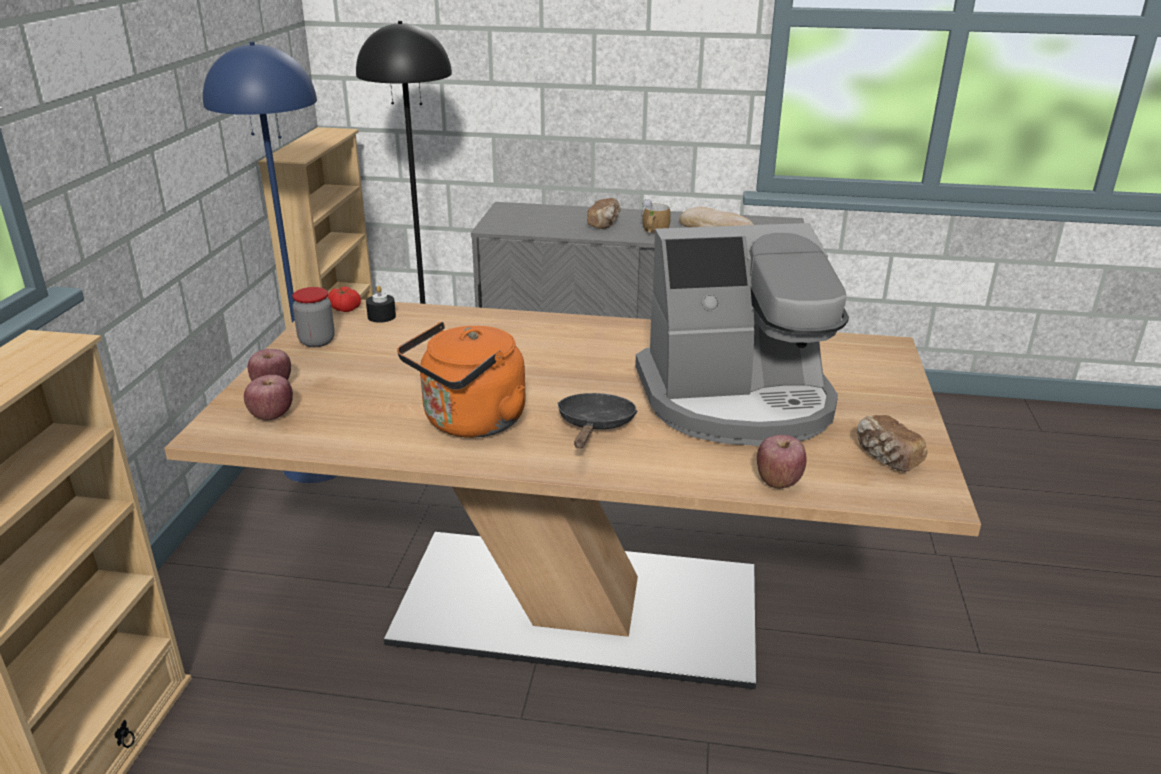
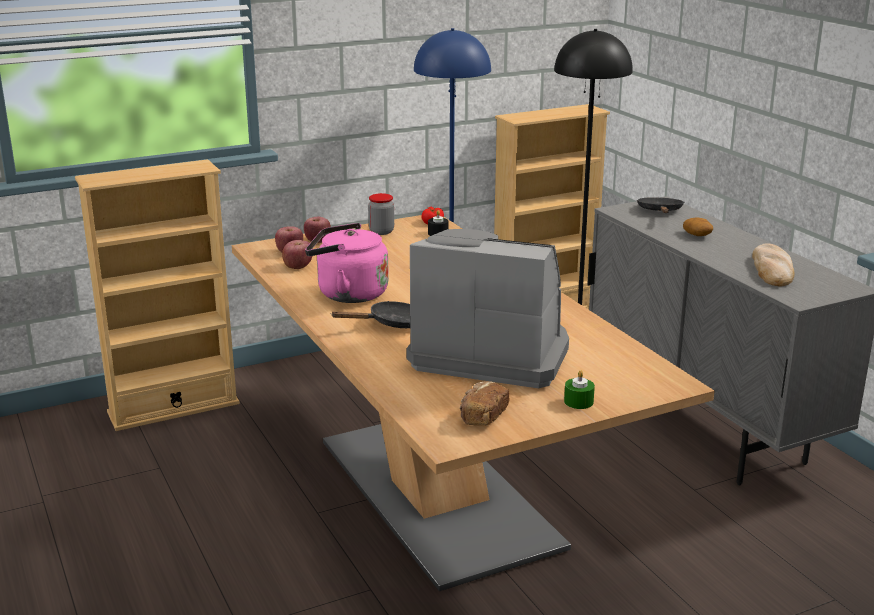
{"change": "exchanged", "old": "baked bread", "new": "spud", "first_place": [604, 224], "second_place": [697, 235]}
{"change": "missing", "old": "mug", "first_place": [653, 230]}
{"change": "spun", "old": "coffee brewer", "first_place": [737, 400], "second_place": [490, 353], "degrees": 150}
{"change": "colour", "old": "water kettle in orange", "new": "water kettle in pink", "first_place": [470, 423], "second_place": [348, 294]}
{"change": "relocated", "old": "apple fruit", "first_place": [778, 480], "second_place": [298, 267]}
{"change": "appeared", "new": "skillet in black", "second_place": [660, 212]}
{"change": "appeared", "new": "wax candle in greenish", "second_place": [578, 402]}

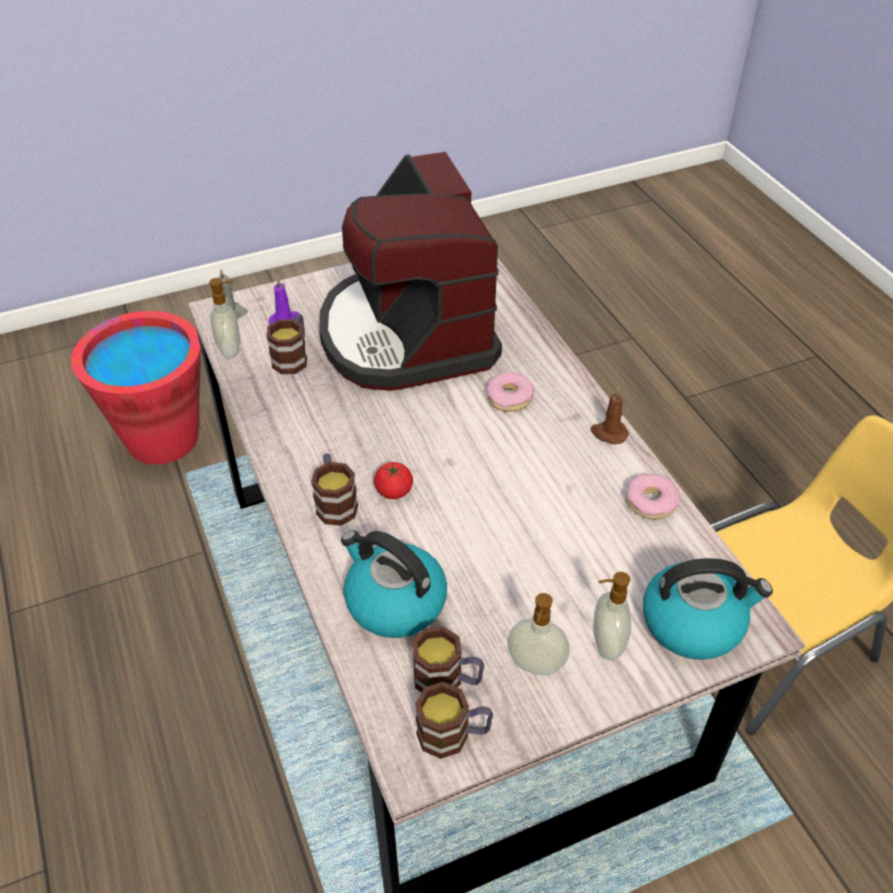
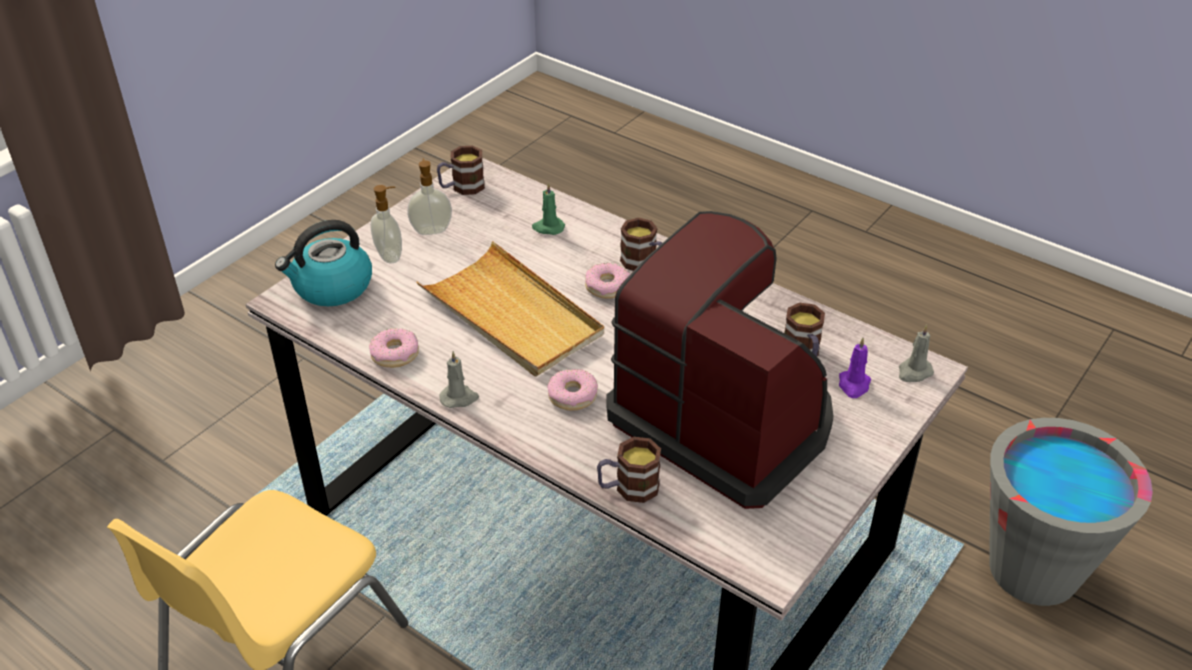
{"change": "missing", "old": "liquid soap bottle", "first_place": [231, 349]}
{"change": "colour", "old": "pail in red-coloured", "new": "pail in grey", "first_place": [162, 439], "second_place": [1033, 570]}
{"change": "colour", "old": "wax candle in brown-coloured", "new": "wax candle in grey", "first_place": [608, 433], "second_place": [459, 398]}
{"change": "exchanged", "old": "fresh tomato", "new": "donut", "first_place": [394, 491], "second_place": [607, 286]}
{"change": "exchanged", "old": "water kettle", "new": "wax candle in greenish", "first_place": [394, 602], "second_place": [548, 228]}
{"change": "relocated", "old": "mug", "first_place": [448, 680], "second_place": [628, 488]}
{"change": "appeared", "new": "serving tray in sand-coloured", "second_place": [512, 315]}

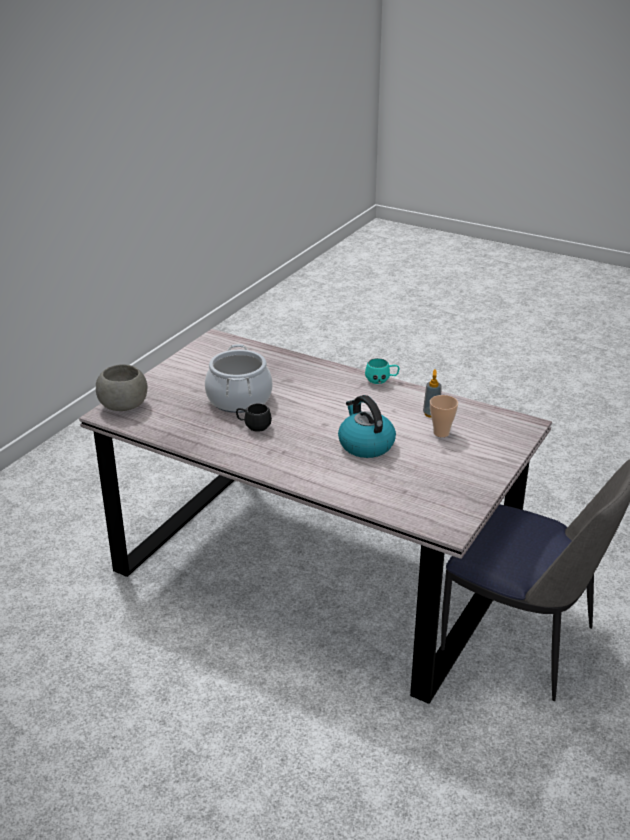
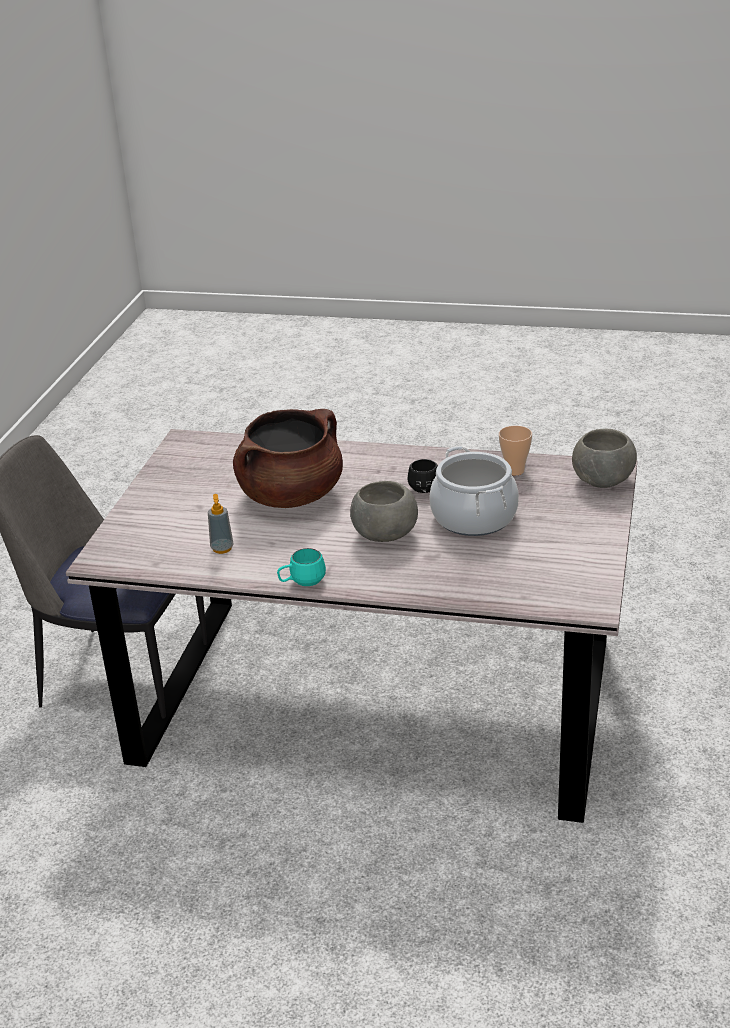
{"change": "exchanged", "old": "water kettle", "new": "stockpot in brown-coloured", "first_place": [365, 445], "second_place": [291, 495]}
{"change": "relocated", "old": "cup", "first_place": [441, 433], "second_place": [515, 470]}
{"change": "appeared", "new": "deep dish in grey", "second_place": [385, 535]}

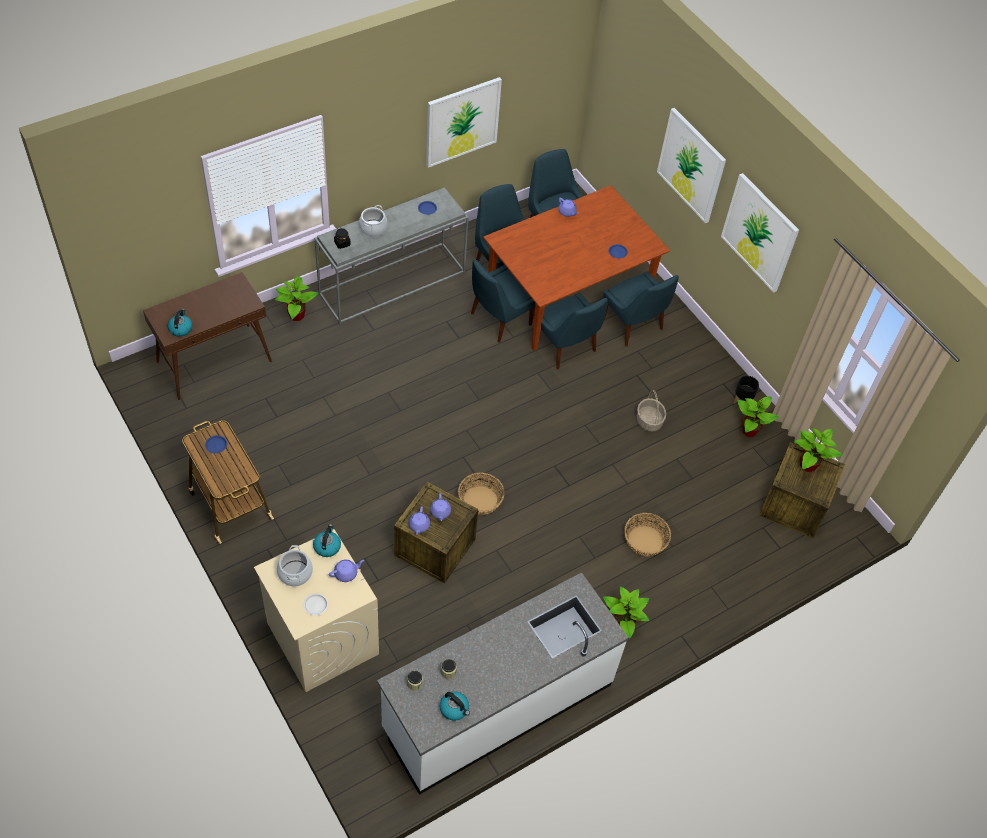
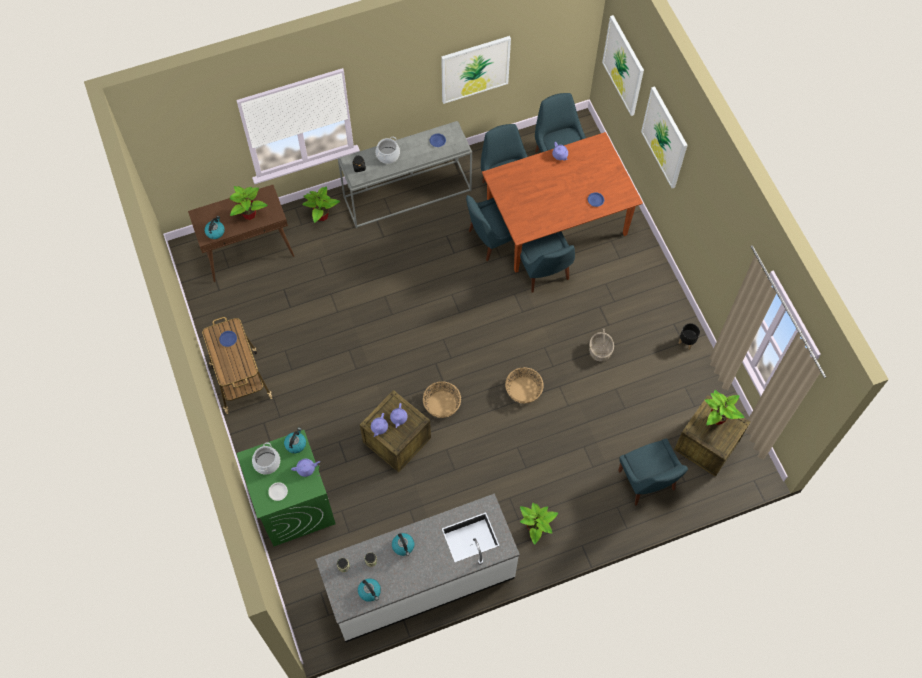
{"change": "relocated", "old": "picture", "first_place": [760, 232], "second_place": [623, 65]}
{"change": "relocated", "old": "chair in blue-coloured", "first_place": [633, 325], "second_place": [647, 482]}
{"change": "relocated", "old": "potted plant", "first_place": [749, 430], "second_place": [249, 214]}
{"change": "relocated", "old": "storage basket", "first_place": [645, 541], "second_place": [523, 390]}
{"change": "colour", "old": "laundry machine in sand-coloured", "new": "laundry machine in greenish", "first_place": [322, 638], "second_place": [293, 504]}
{"change": "appeared", "new": "water kettle", "second_place": [403, 546]}

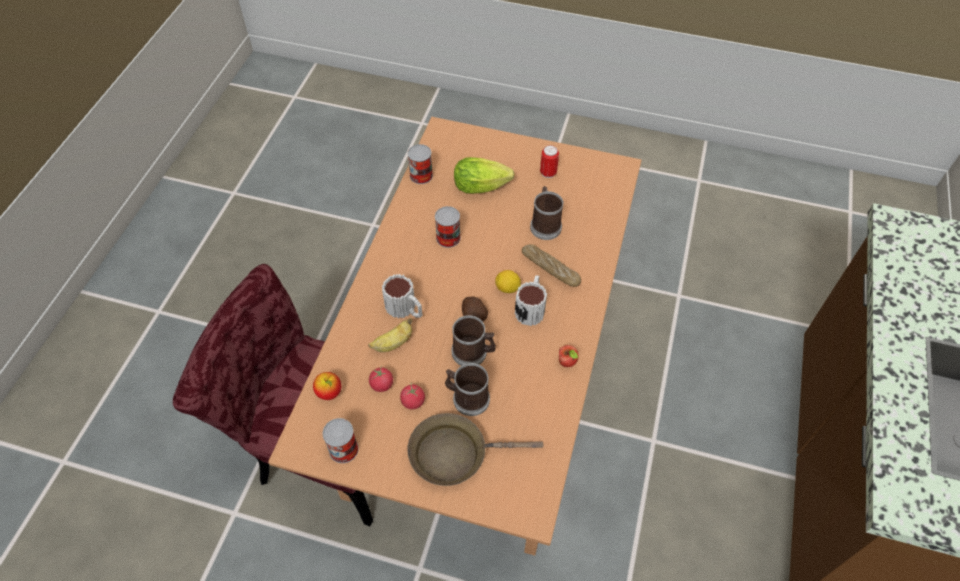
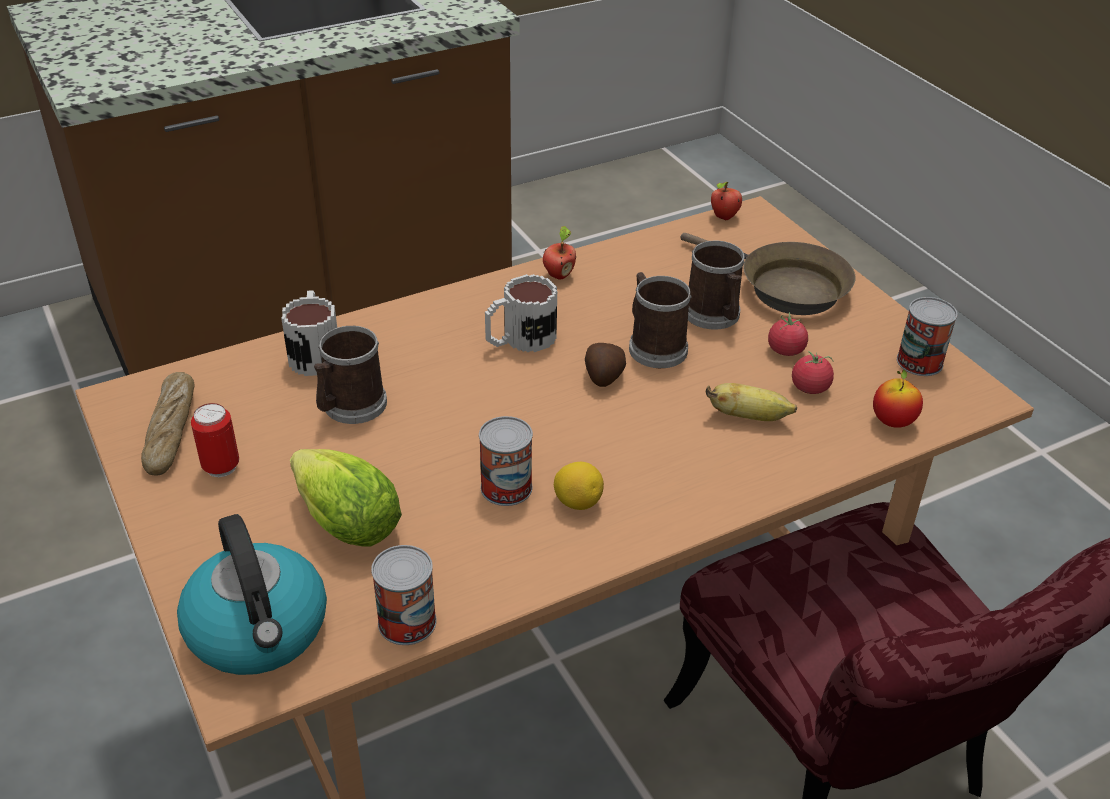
{"change": "relocated", "old": "baked bread", "first_place": [550, 269], "second_place": [171, 431]}
{"change": "relocated", "old": "citrus fruit", "first_place": [507, 288], "second_place": [577, 502]}
{"change": "relocated", "old": "mug", "first_place": [405, 309], "second_place": [315, 352]}
{"change": "appeared", "new": "apple fruit", "second_place": [724, 217]}
{"change": "appeared", "new": "water kettle", "second_place": [259, 631]}

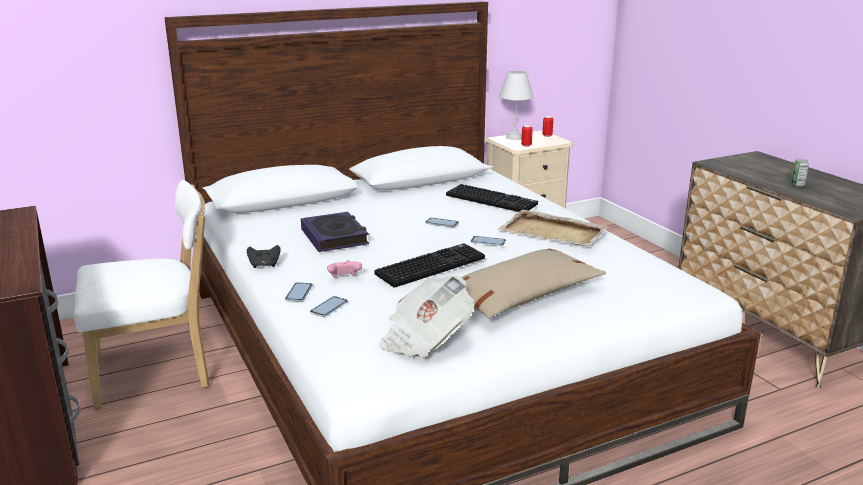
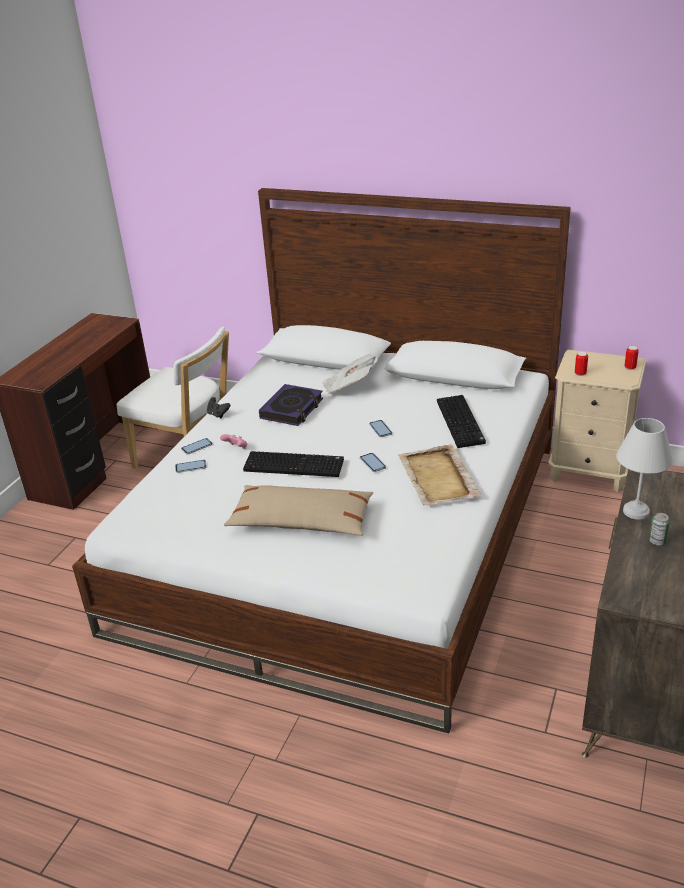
{"change": "relocated", "old": "lamp for a table in whitish", "first_place": [514, 138], "second_place": [635, 512]}
{"change": "relocated", "old": "daily paper", "first_place": [425, 338], "second_place": [349, 387]}

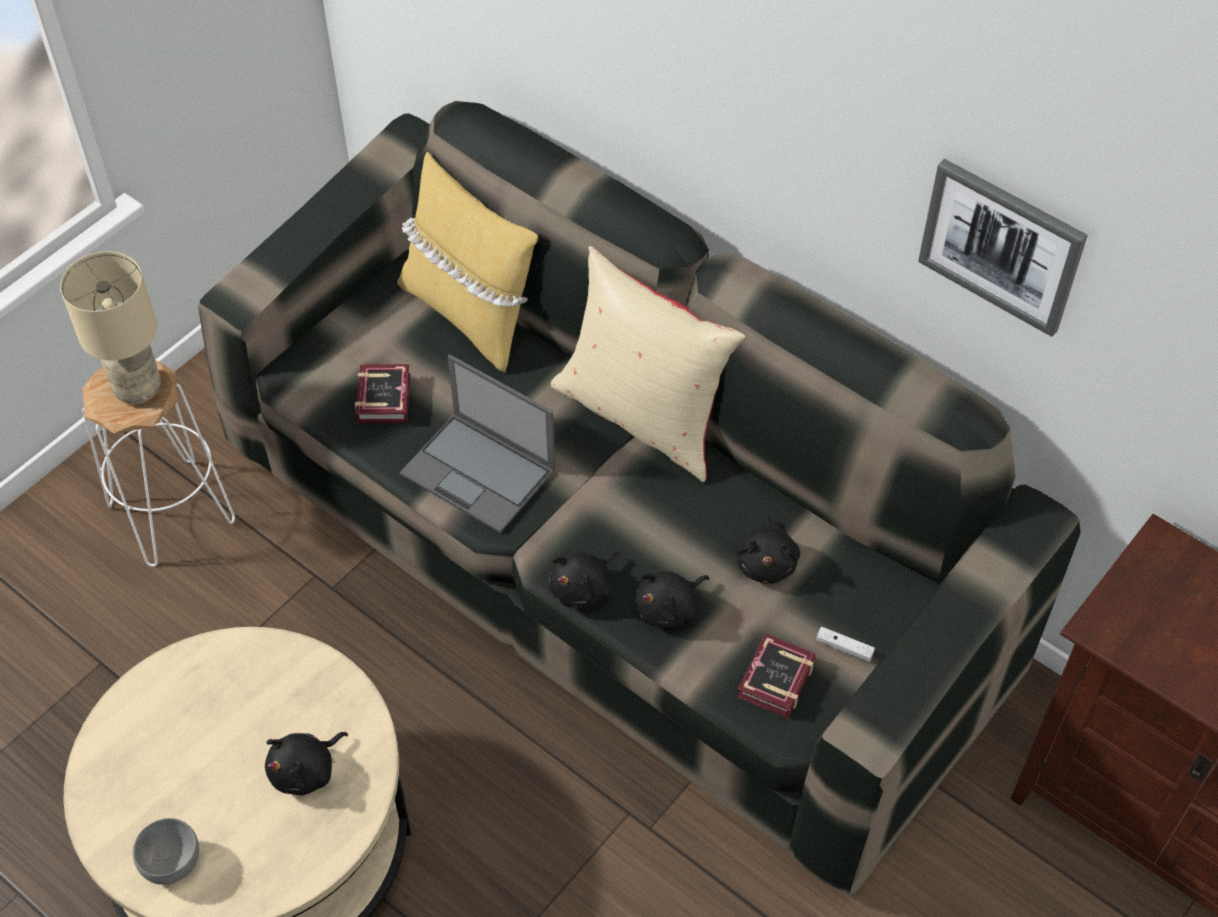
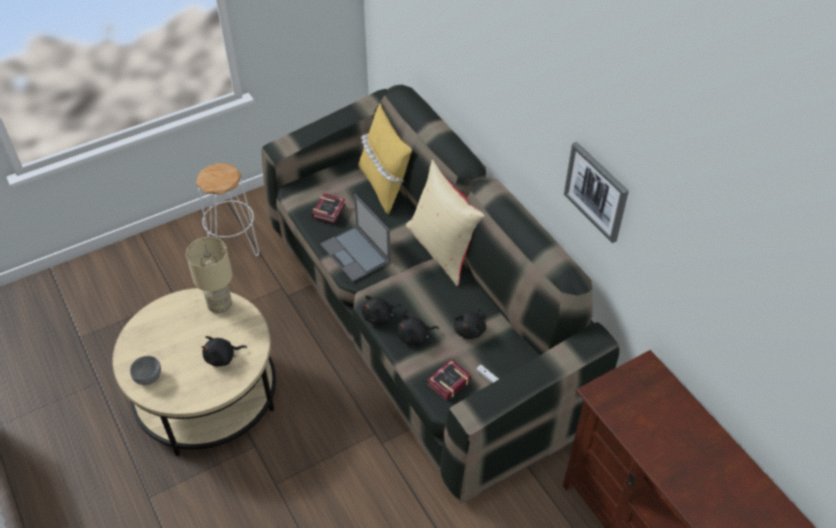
{"change": "relocated", "old": "lamp for a table in sand-coloured", "first_place": [139, 389], "second_place": [220, 306]}

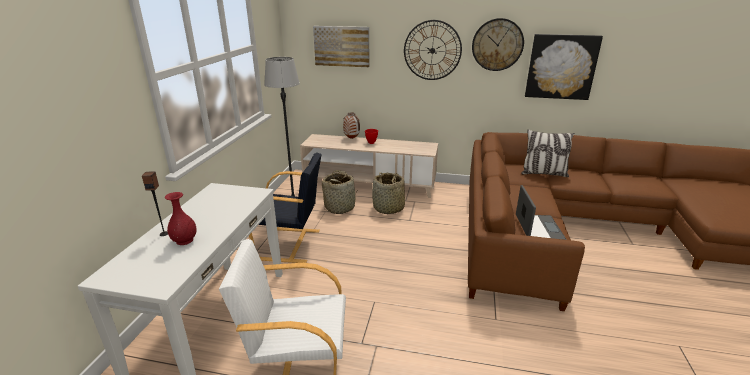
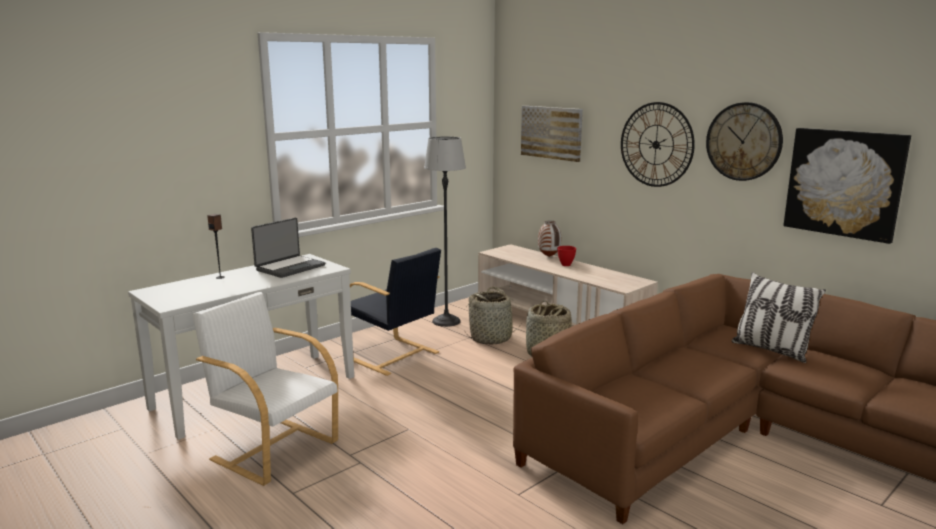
{"change": "relocated", "old": "portable computer", "first_place": [538, 229], "second_place": [289, 267]}
{"change": "missing", "old": "flower vase in red-coloured", "first_place": [185, 240]}

